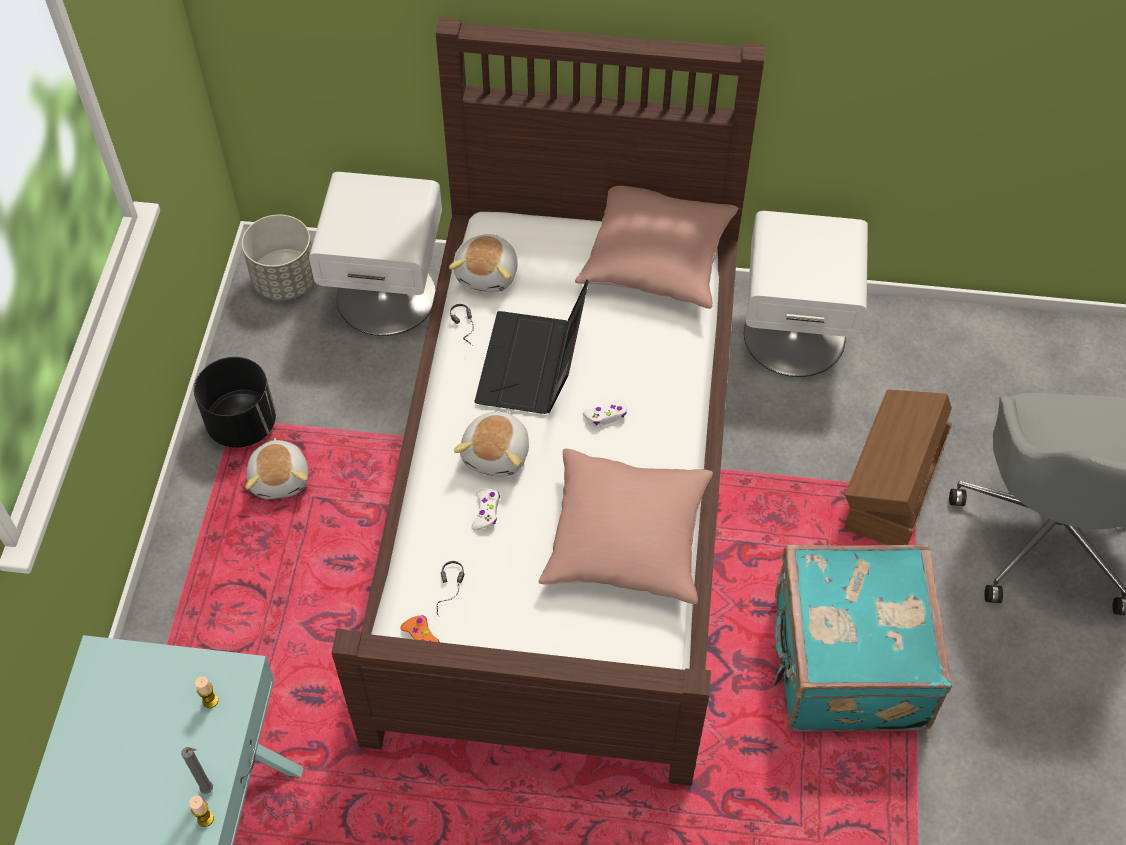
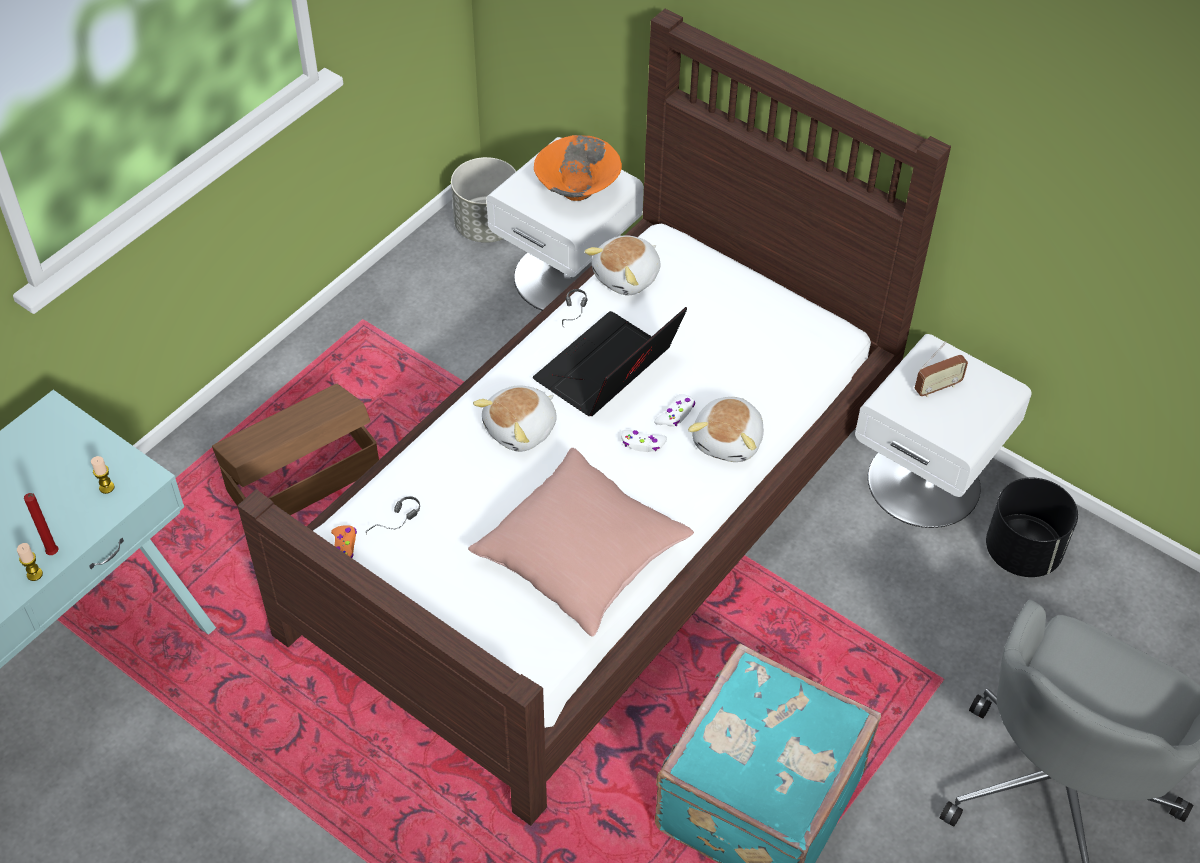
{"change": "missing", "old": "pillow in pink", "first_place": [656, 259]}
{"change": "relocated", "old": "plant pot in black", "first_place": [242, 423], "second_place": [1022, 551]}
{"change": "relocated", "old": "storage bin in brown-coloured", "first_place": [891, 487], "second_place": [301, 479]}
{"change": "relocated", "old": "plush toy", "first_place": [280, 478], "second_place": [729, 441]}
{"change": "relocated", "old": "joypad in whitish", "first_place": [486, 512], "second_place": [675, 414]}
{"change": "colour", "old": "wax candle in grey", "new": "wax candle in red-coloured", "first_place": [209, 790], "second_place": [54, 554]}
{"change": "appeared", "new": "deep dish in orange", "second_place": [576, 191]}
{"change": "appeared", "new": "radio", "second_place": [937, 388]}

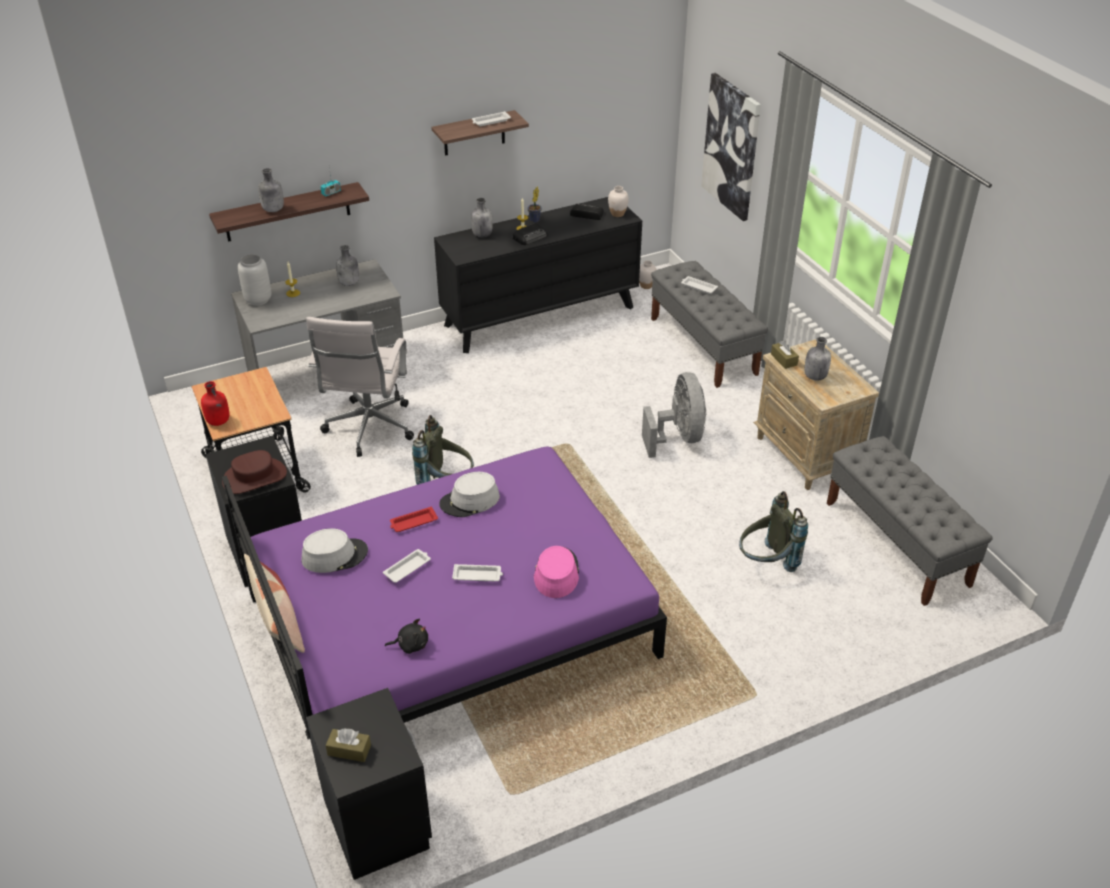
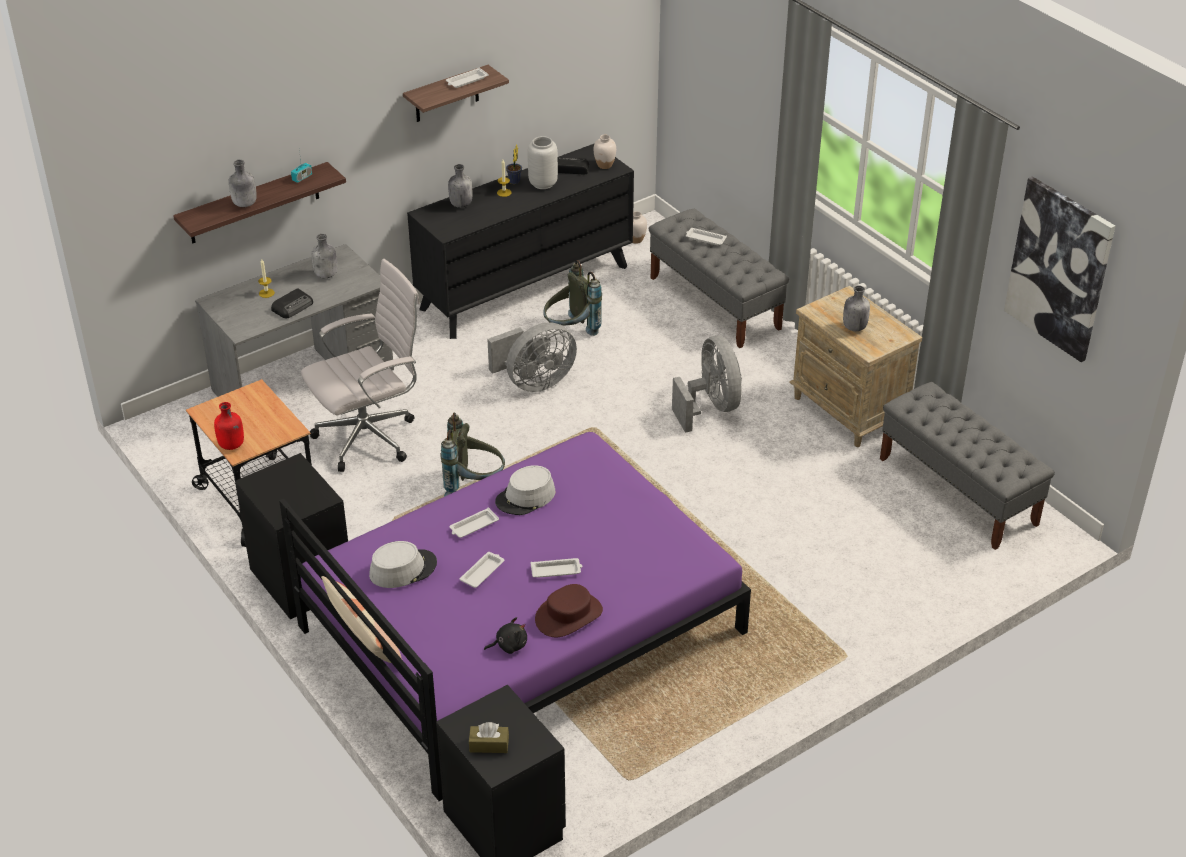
{"change": "relocated", "old": "picture", "first_place": [731, 147], "second_place": [1059, 268]}
{"change": "relocated", "old": "radio", "first_place": [531, 237], "second_place": [293, 306]}
{"change": "relocated", "old": "flower vase in grey", "first_place": [258, 300], "second_place": [543, 183]}
{"change": "spun", "old": "desk chair in whitish", "first_place": [369, 430], "second_place": [370, 437], "degrees": -120}
{"change": "missing", "old": "box of tissues in brown-coloured", "first_place": [784, 359]}
{"change": "relocated", "old": "clothing hat in brown-coloured", "first_place": [254, 477], "second_place": [568, 615]}
{"change": "relocated", "old": "knapsack in grey", "first_place": [766, 563], "second_place": [571, 331]}
{"change": "colour", "old": "serving tray in red-coloured", "new": "serving tray in whitish", "first_place": [413, 522], "second_place": [473, 526]}
{"change": "missing", "old": "clothing hat in pink", "first_place": [556, 573]}
{"change": "appeared", "new": "electric fan in grey", "second_place": [534, 382]}

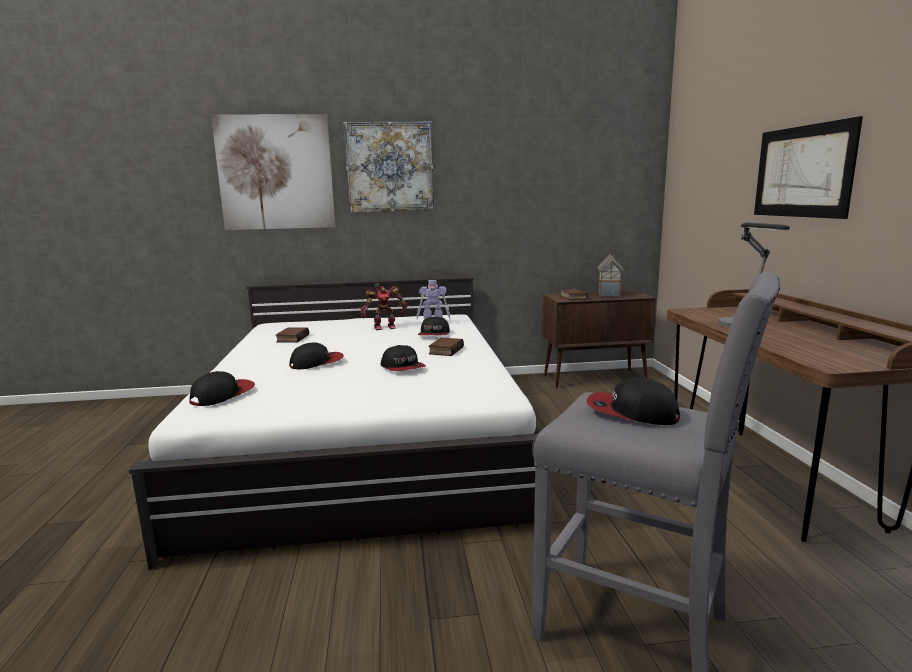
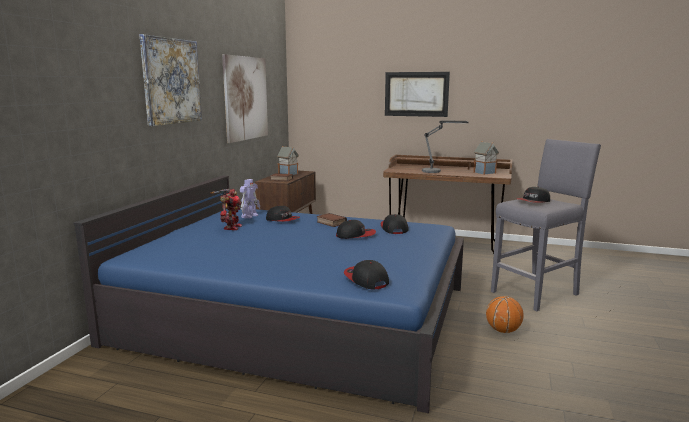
{"change": "relocated", "old": "picture", "first_place": [275, 173], "second_place": [246, 98]}
{"change": "colour", "old": "bedroom bed in whitish", "new": "bedroom bed in blue-coloured", "first_place": [365, 441], "second_place": [297, 315]}
{"change": "missing", "old": "book", "first_place": [292, 338]}
{"change": "relocated", "old": "cap", "first_place": [317, 362], "second_place": [394, 228]}
{"change": "appeared", "new": "toy house", "second_place": [485, 173]}
{"change": "appeared", "new": "ball for basketball", "second_place": [503, 330]}

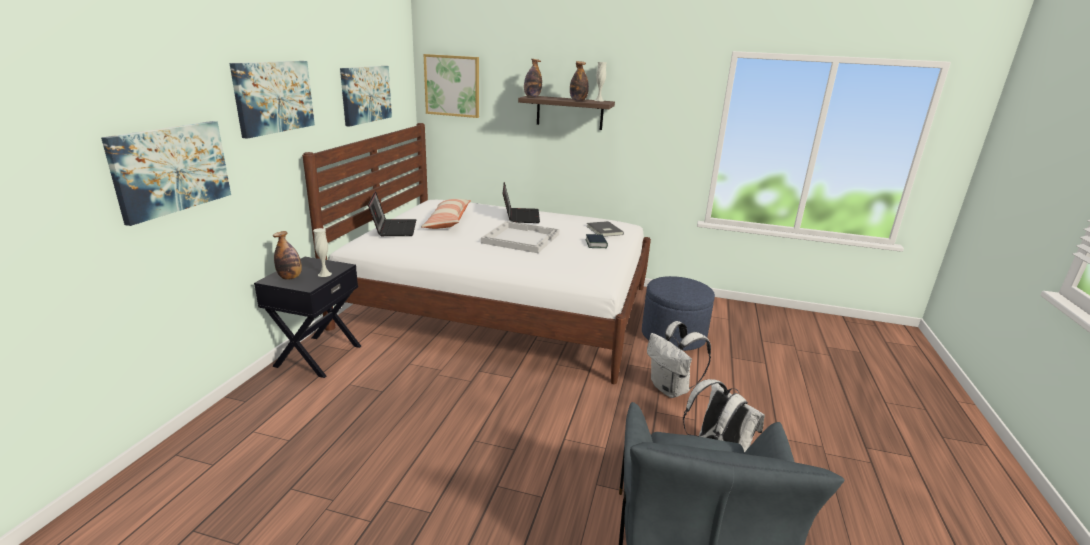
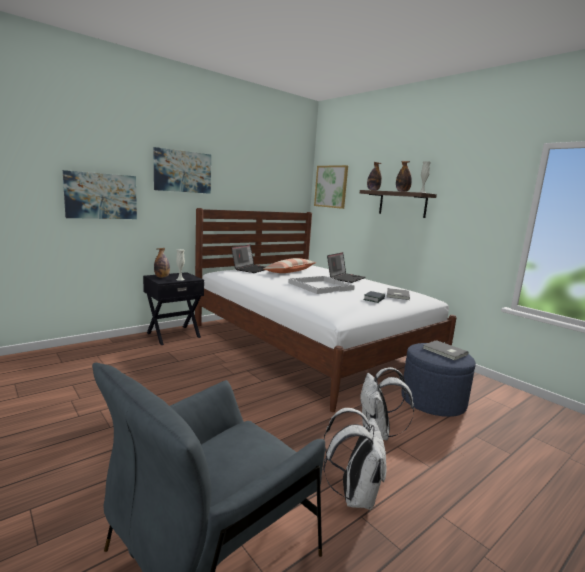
{"change": "missing", "old": "picture", "first_place": [365, 94]}
{"change": "appeared", "new": "book in grey", "second_place": [444, 352]}

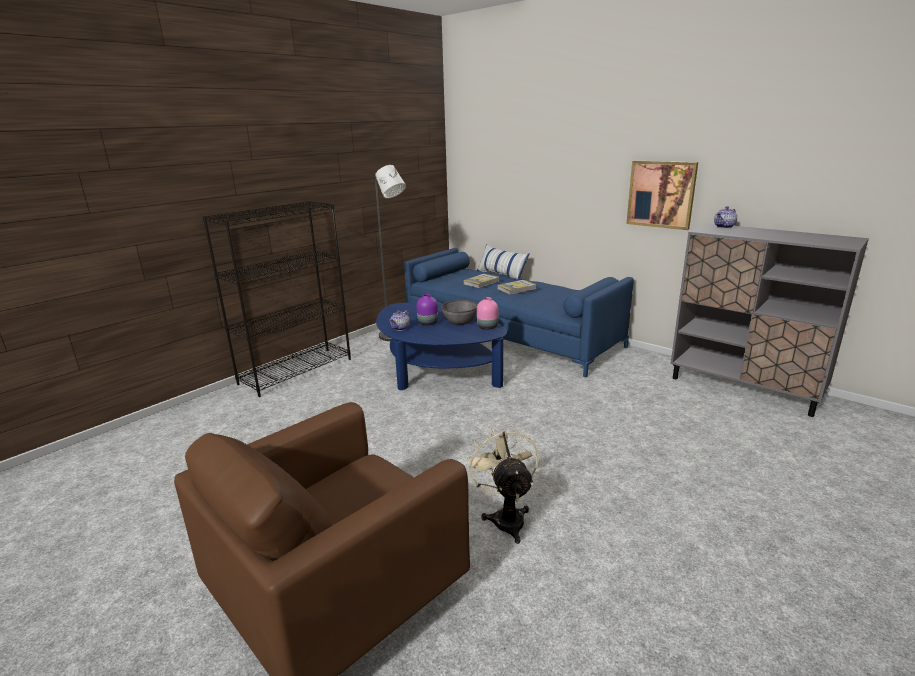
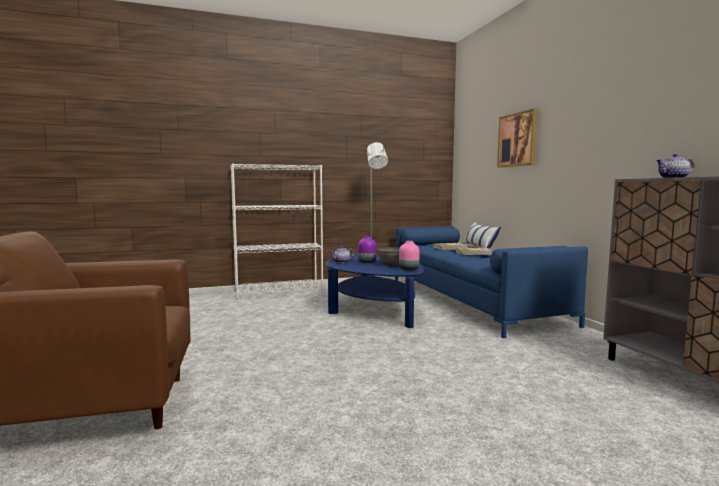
{"change": "relocated", "old": "picture", "first_place": [661, 194], "second_place": [517, 140]}
{"change": "colour", "old": "bookcase in black", "new": "bookcase in whitish", "first_place": [296, 371], "second_place": [279, 292]}
{"change": "missing", "old": "electric fan in sand-coloured", "first_place": [506, 517]}

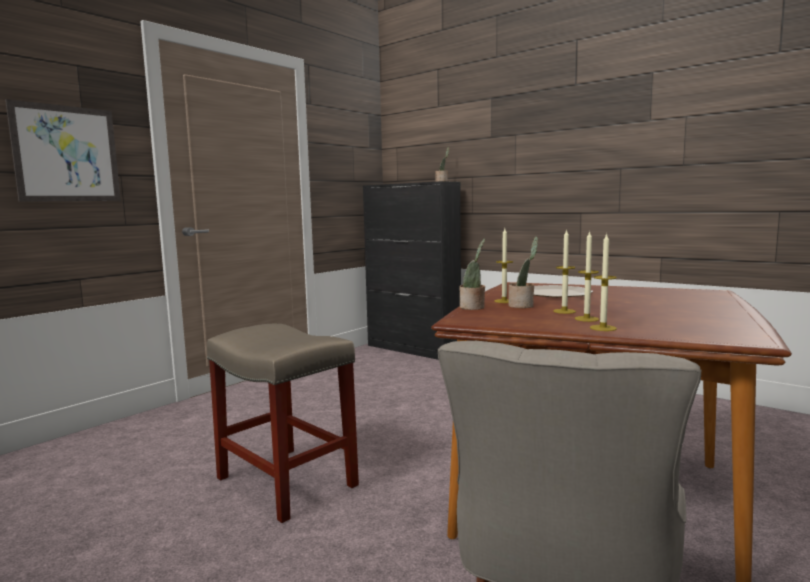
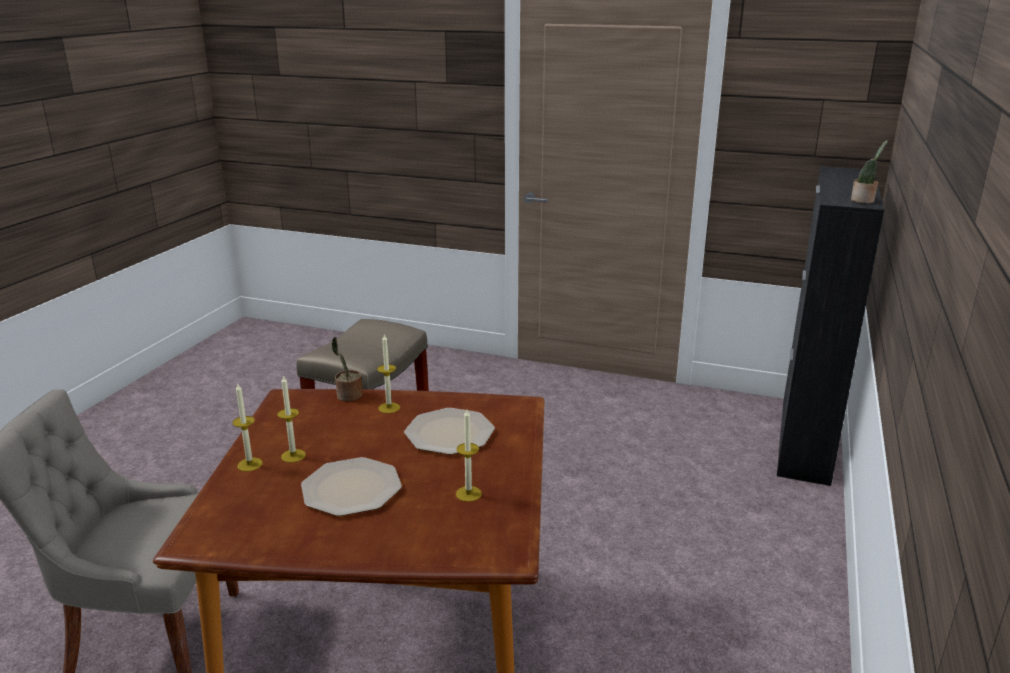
{"change": "missing", "old": "picture", "first_place": [66, 154]}
{"change": "relocated", "old": "wax candle", "first_place": [564, 311], "second_place": [468, 494]}
{"change": "missing", "old": "potted plant", "first_place": [522, 306]}
{"change": "appeared", "new": "flat dish", "second_place": [351, 489]}

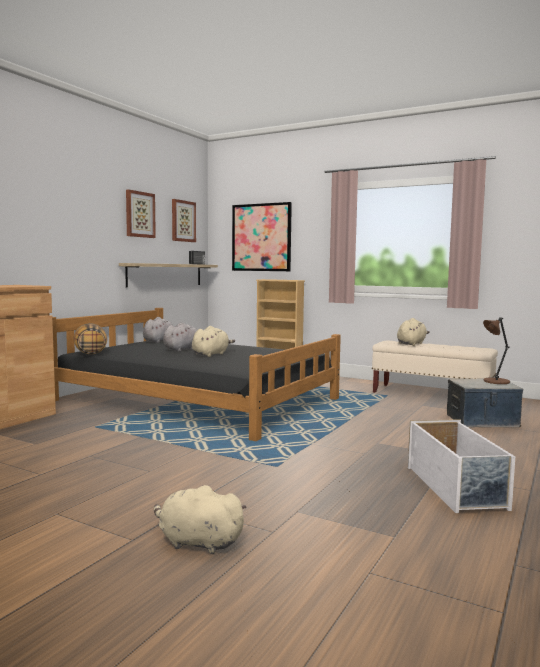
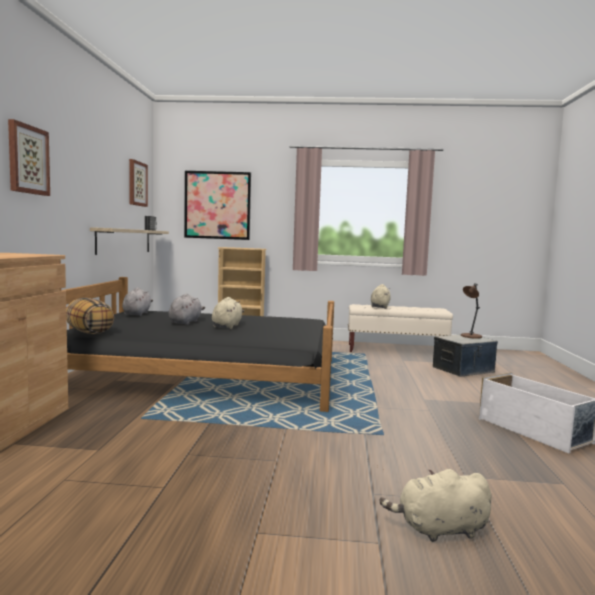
{"change": "relocated", "old": "picture", "first_place": [139, 214], "second_place": [27, 159]}

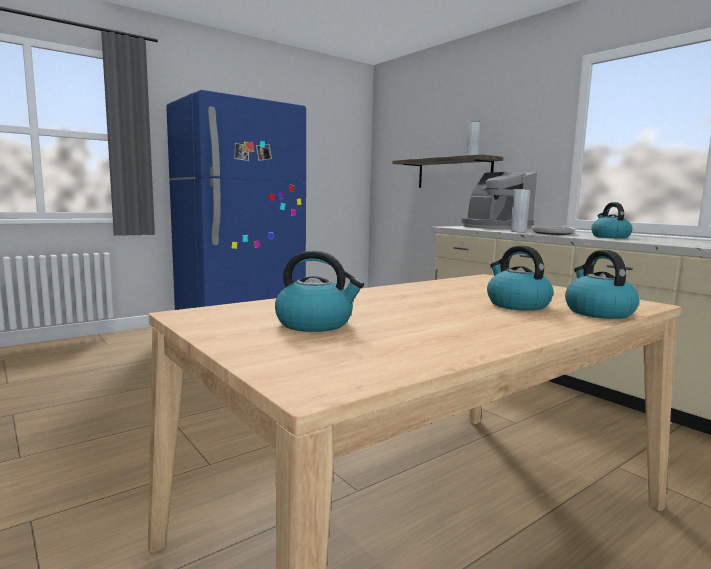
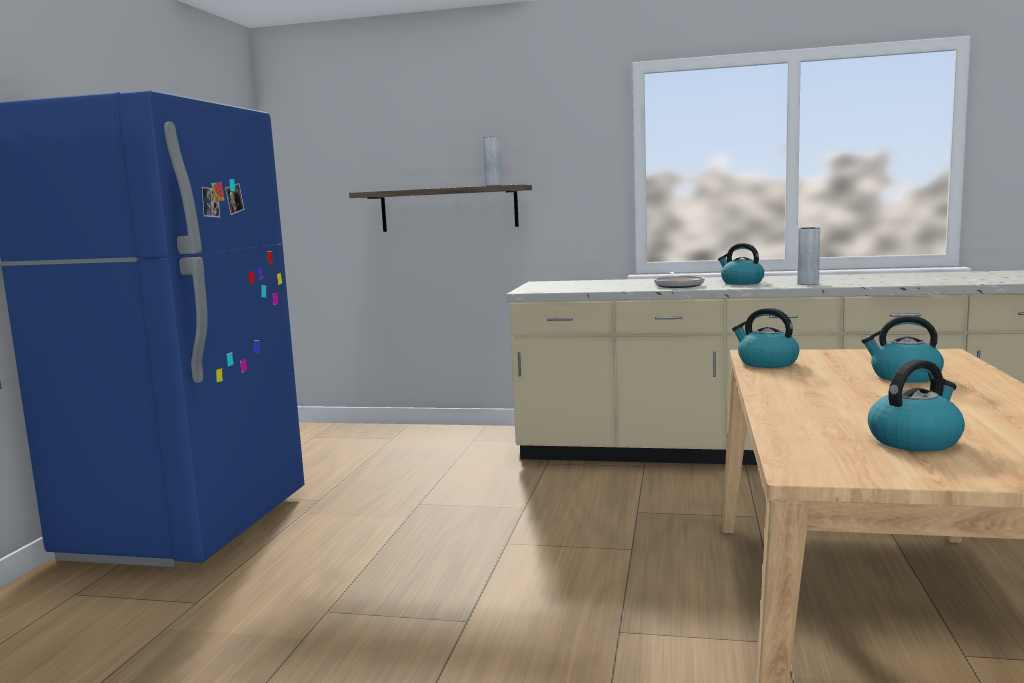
{"change": "missing", "old": "coffee brewer", "first_place": [494, 227]}
{"change": "relocated", "old": "flower vase in grey", "first_place": [518, 231], "second_place": [808, 284]}
{"change": "relocated", "old": "water kettle", "first_place": [597, 312], "second_place": [766, 363]}

